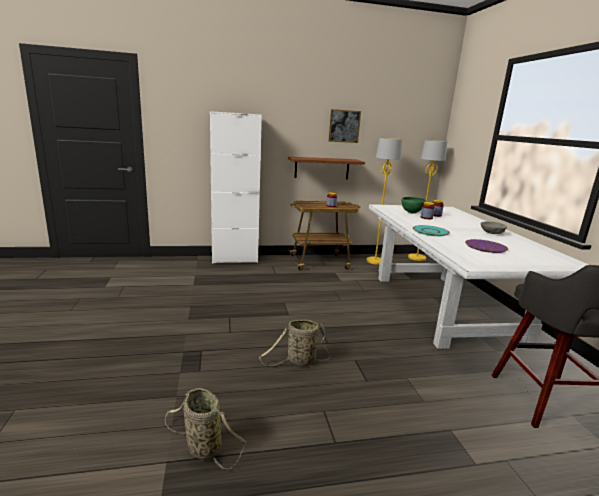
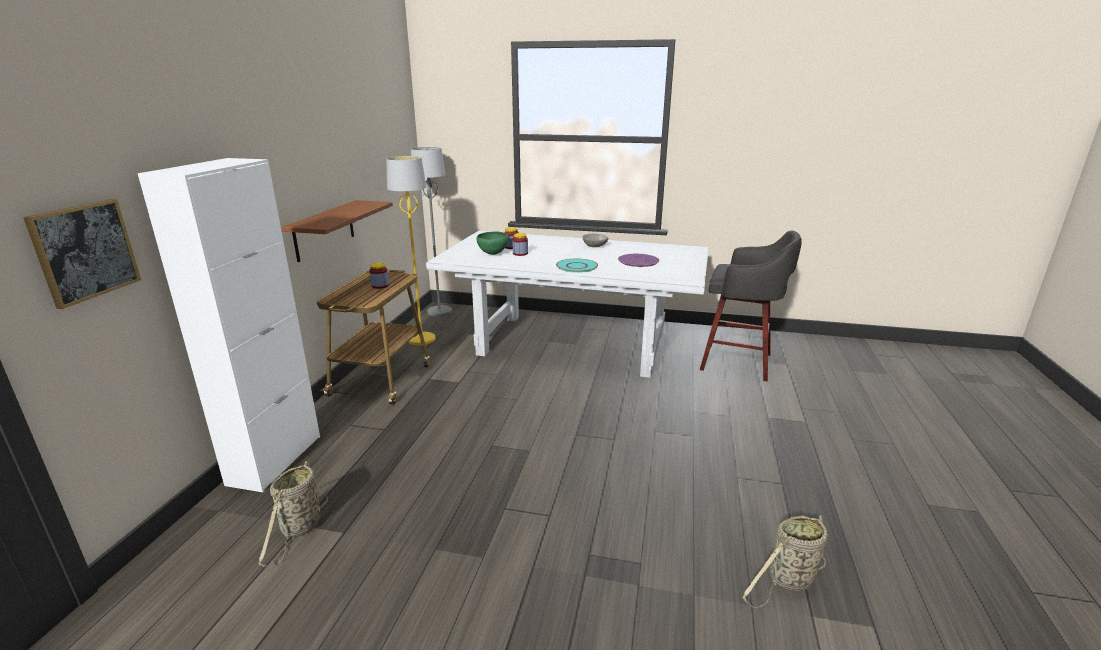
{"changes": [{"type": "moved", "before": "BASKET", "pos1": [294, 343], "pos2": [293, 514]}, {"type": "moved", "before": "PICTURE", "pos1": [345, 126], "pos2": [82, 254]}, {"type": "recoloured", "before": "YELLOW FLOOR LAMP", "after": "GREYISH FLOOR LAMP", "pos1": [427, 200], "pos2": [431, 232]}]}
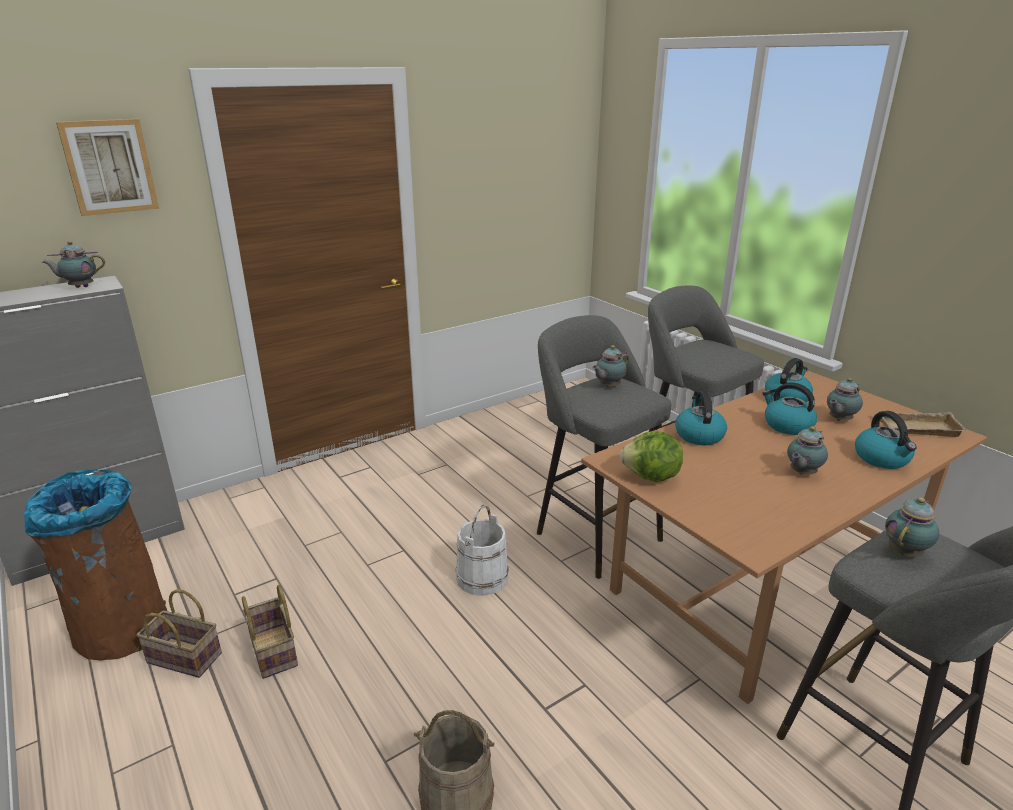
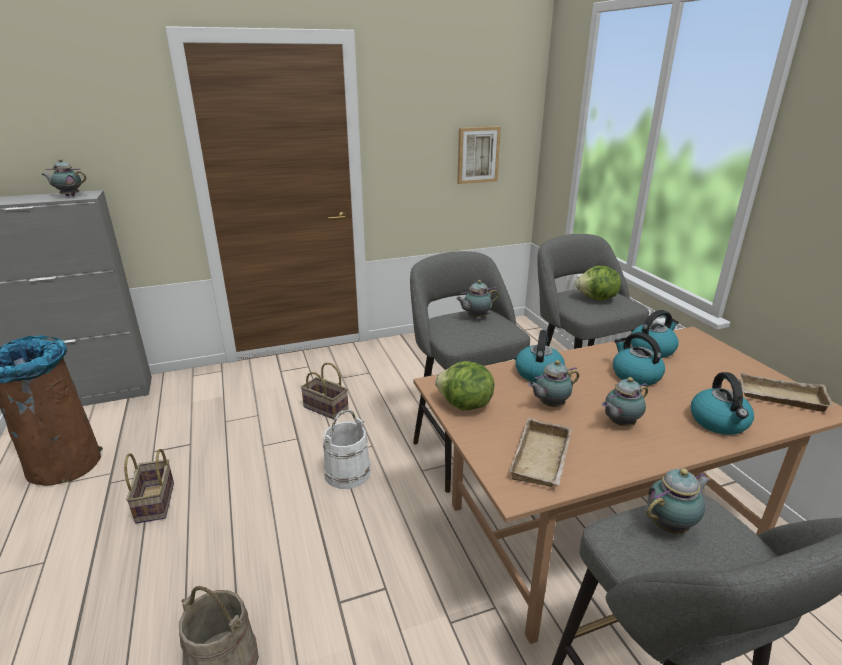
{"changes": [{"type": "moved", "before": "PICTURE", "pos1": [107, 167], "pos2": [479, 155]}, {"type": "moved", "before": "BASKET", "pos1": [179, 633], "pos2": [325, 391]}, {"type": "moved", "before": "TEA POT", "pos1": [845, 399], "pos2": [553, 383]}, {"type": "added", "after": "BEIGE SERVING TRAY", "pos2": [540, 452]}, {"type": "added", "after": "LETTUCE HEAD", "pos2": [598, 283]}]}
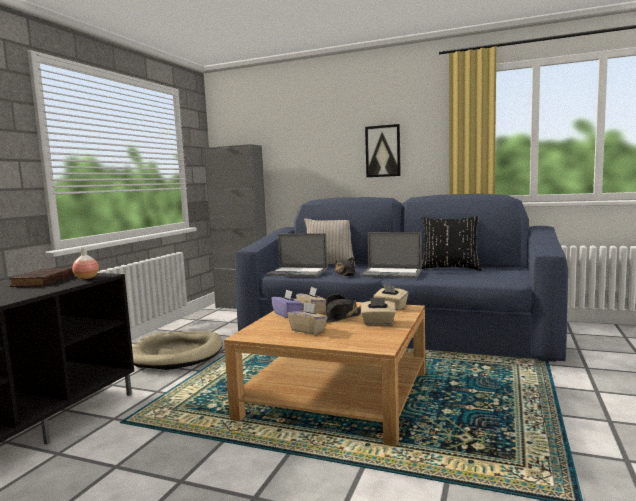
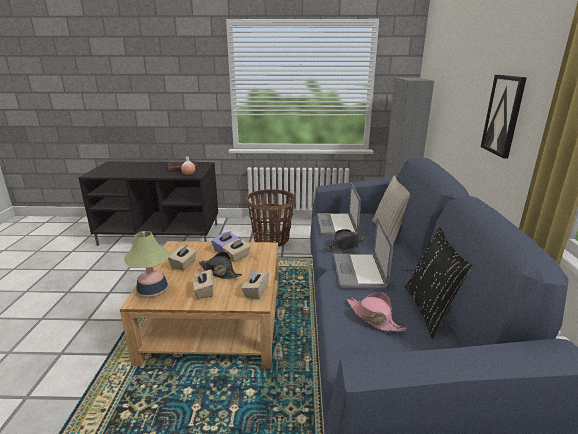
{"changes": [{"type": "replaced", "before": "BEIGE DOG BED", "after": "BASKET", "pos1": [177, 350], "pos2": [270, 218]}, {"type": "added", "after": "TABLE LAMP", "pos2": [147, 264]}, {"type": "added", "after": "PINKISH HAT", "pos2": [376, 312]}]}
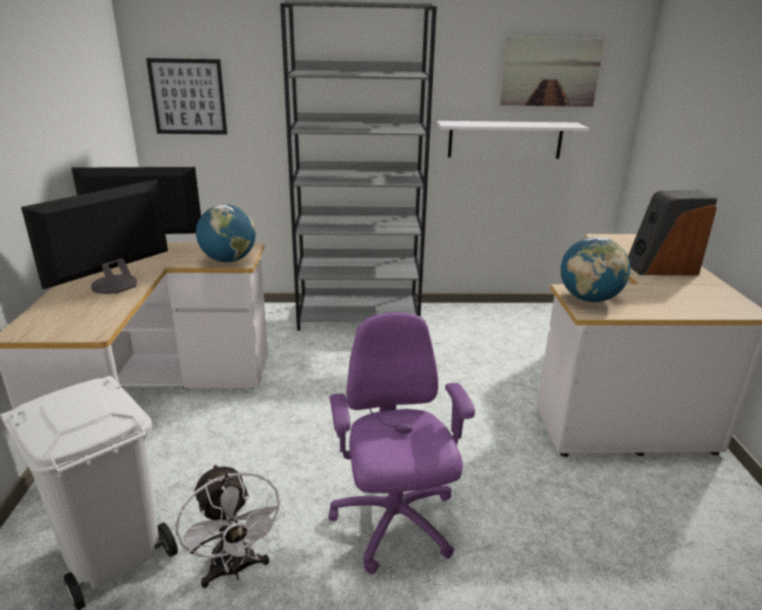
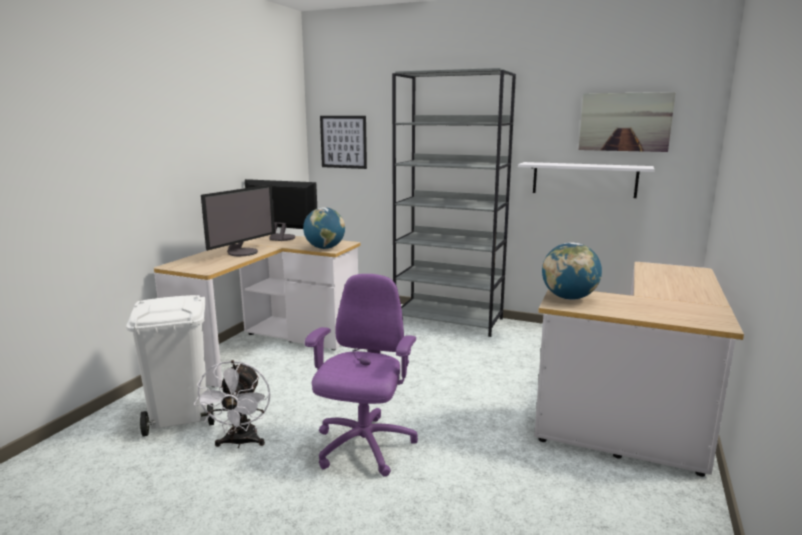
{"changes": [{"type": "turned", "before": "MONITOR", "pos1": [94, 236], "pos2": [238, 220], "turn": 150}, {"type": "removed", "before": "LOUDSPEAKER", "pos1": [672, 232]}]}
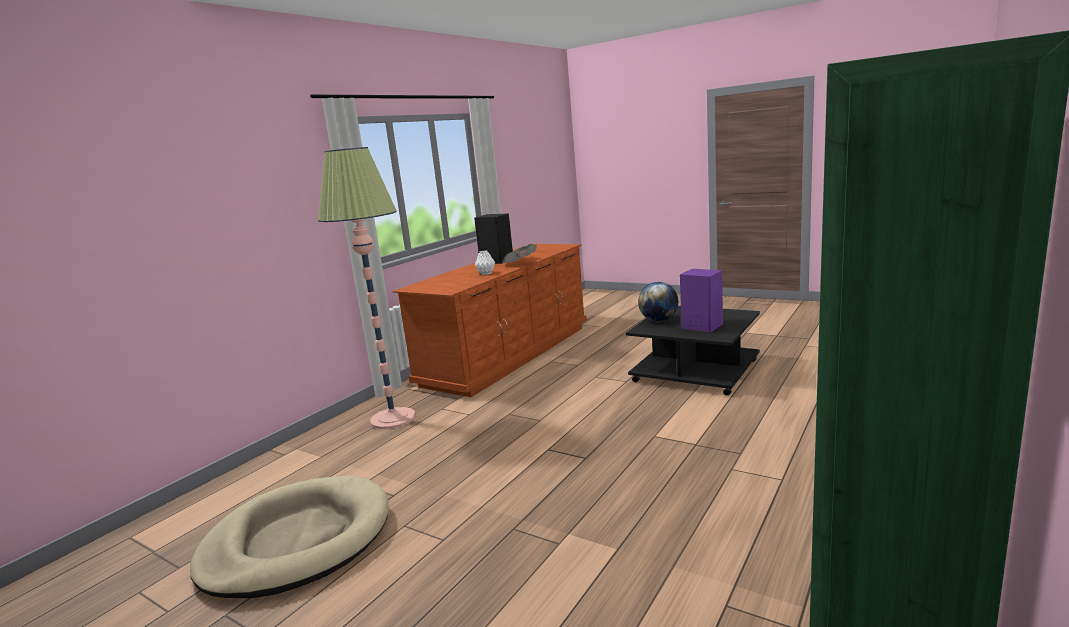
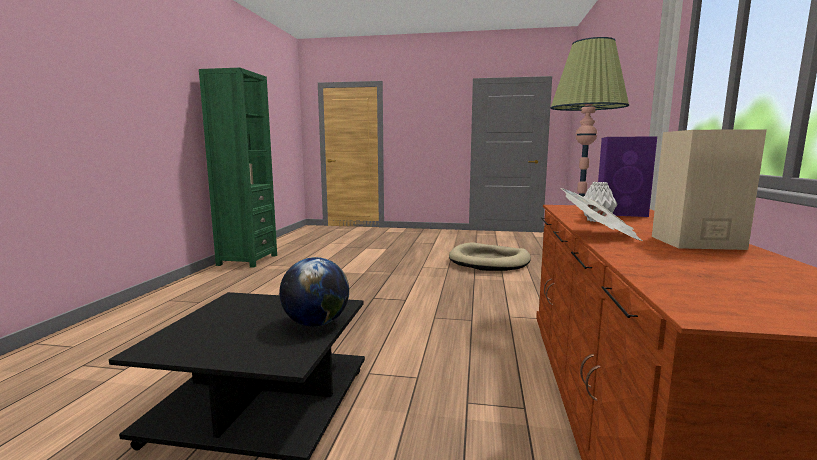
{"changes": [{"type": "recoloured", "before": "BLACK LOUDSPEAKER", "after": "BEIGE LOUDSPEAKER", "pos1": [493, 239], "pos2": [709, 189]}, {"type": "moved", "before": "PURPLE LOUDSPEAKER", "pos1": [701, 300], "pos2": [627, 176]}]}
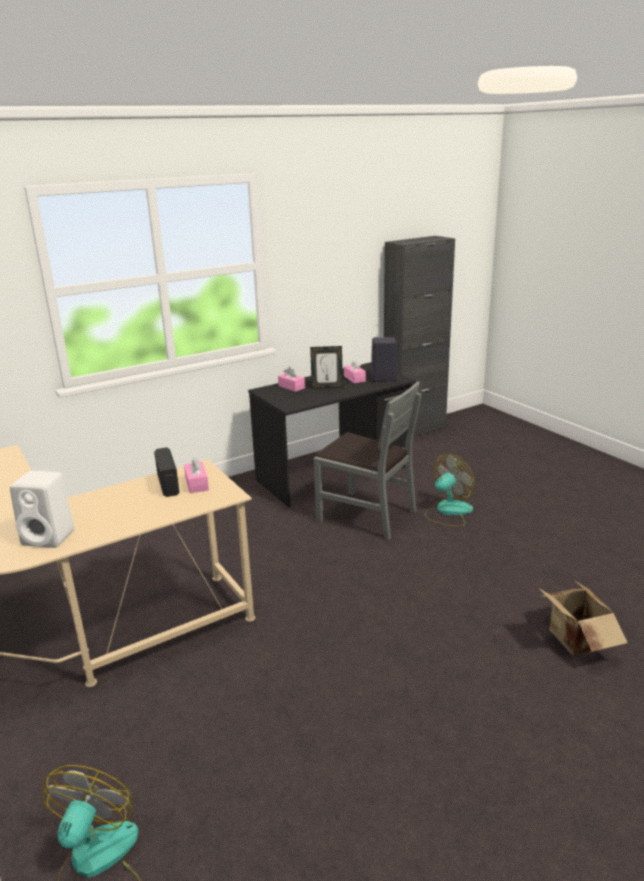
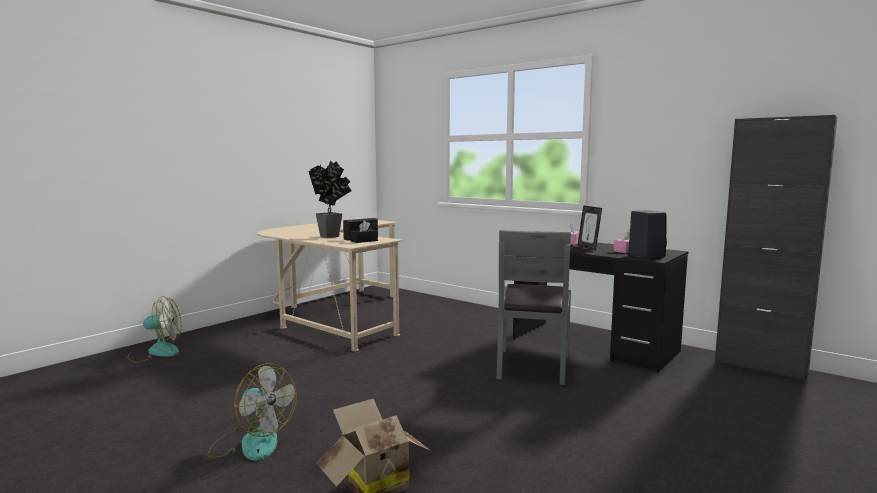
{"changes": [{"type": "removed", "before": "WHITE LOUDSPEAKER", "pos1": [42, 509]}, {"type": "recoloured", "before": "PINKISH BOX OF TISSUES", "after": "BLACK BOX OF TISSUES", "pos1": [196, 474], "pos2": [364, 231]}, {"type": "moved", "before": "FAN", "pos1": [450, 490], "pos2": [252, 412]}, {"type": "added", "after": "HOUSEPLANT", "pos2": [329, 199]}]}
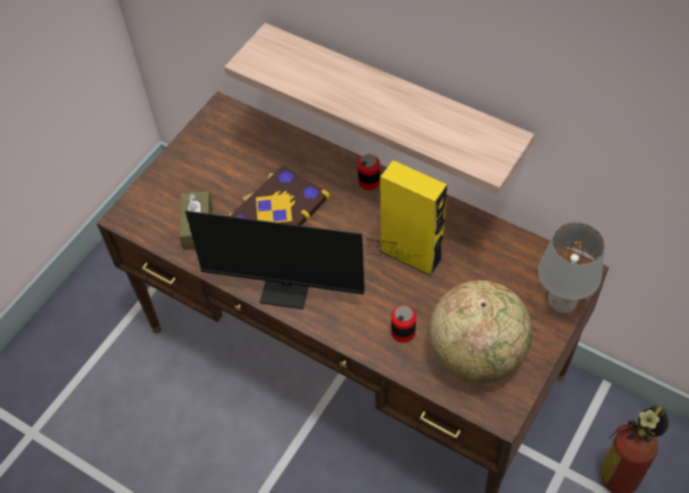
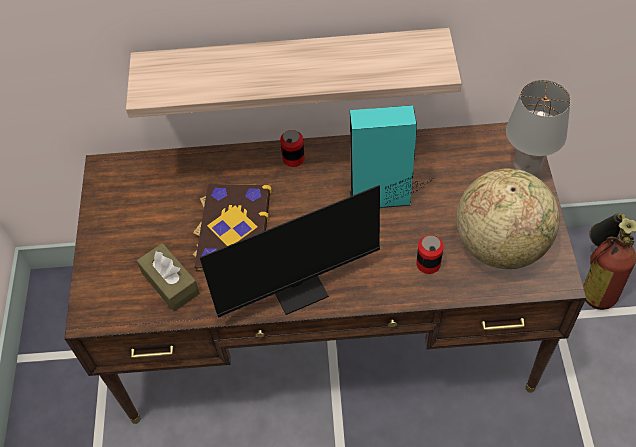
{"changes": [{"type": "recoloured", "before": "YELLOW LOUDSPEAKER", "after": "TURQUOISE-COLOURED LOUDSPEAKER", "pos1": [413, 218], "pos2": [383, 156]}]}
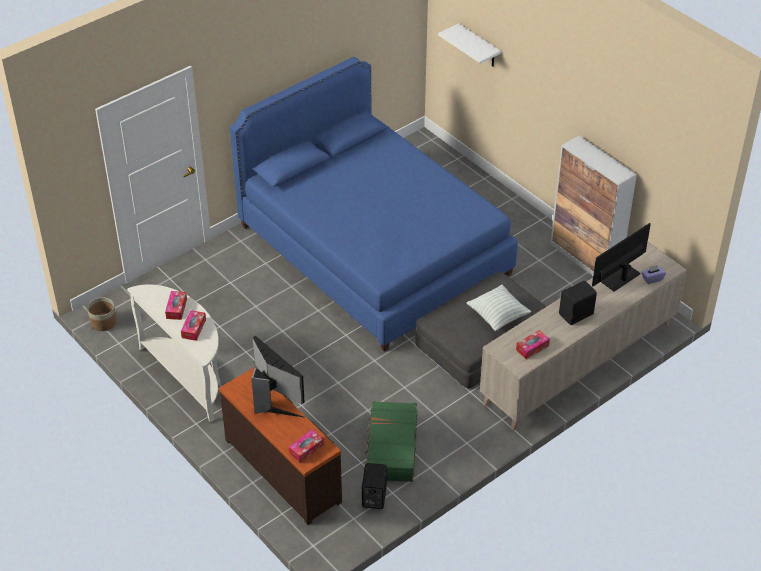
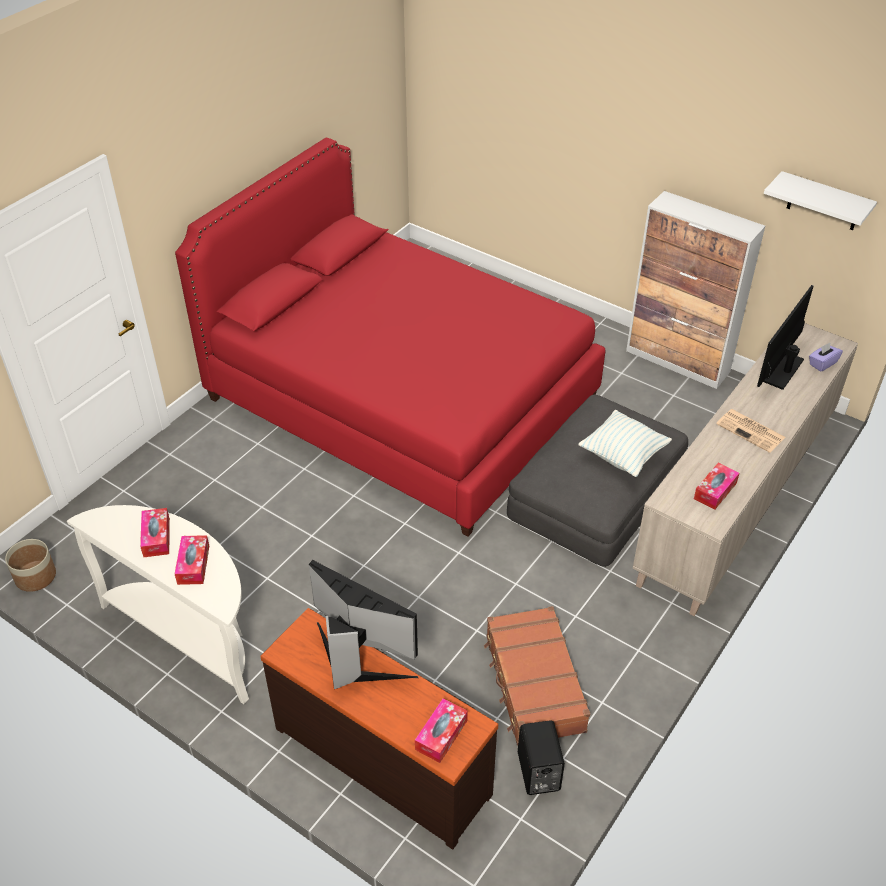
{"changes": [{"type": "recoloured", "before": "BLUISH BED", "after": "REDDISH BED", "pos1": [374, 204], "pos2": [390, 337]}, {"type": "recoloured", "before": "GREEN-COLOURED TRAVEL CASE", "after": "BROWN-COLOURED TRAVEL CASE", "pos1": [390, 441], "pos2": [537, 675]}, {"type": "moved", "before": "WHITE WALL SHELF", "pos1": [469, 45], "pos2": [820, 200]}, {"type": "replaced", "before": "BLACK LOUDSPEAKER", "after": "NEWSPAPER", "pos1": [578, 303], "pos2": [750, 431]}]}
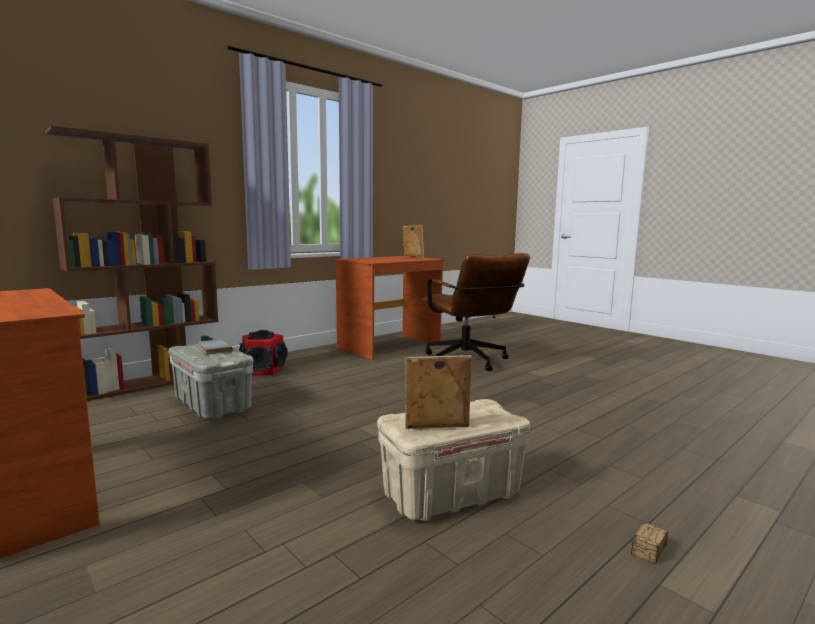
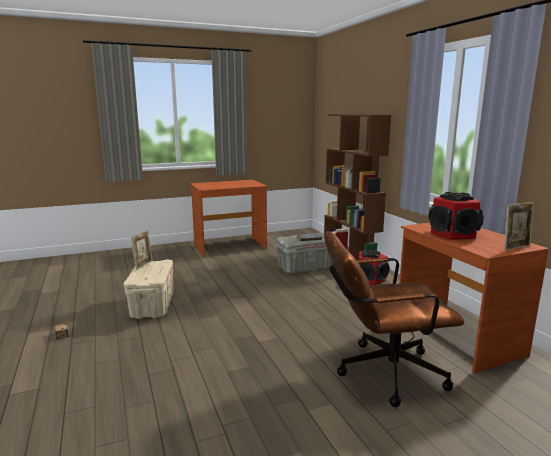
{"changes": [{"type": "added", "after": "LOUDSPEAKER", "pos2": [456, 216]}]}
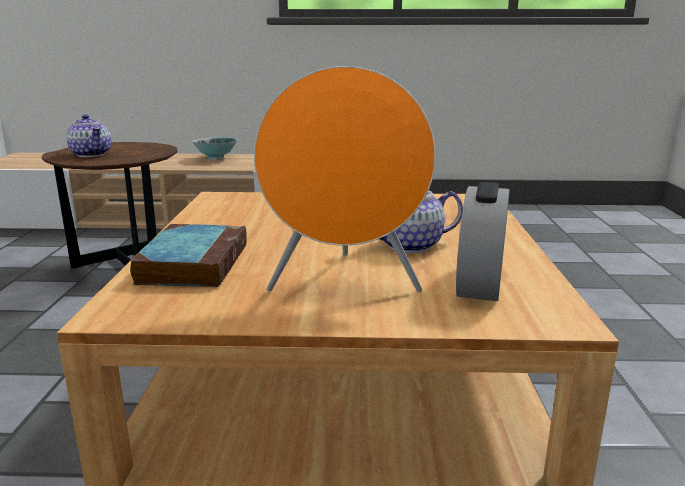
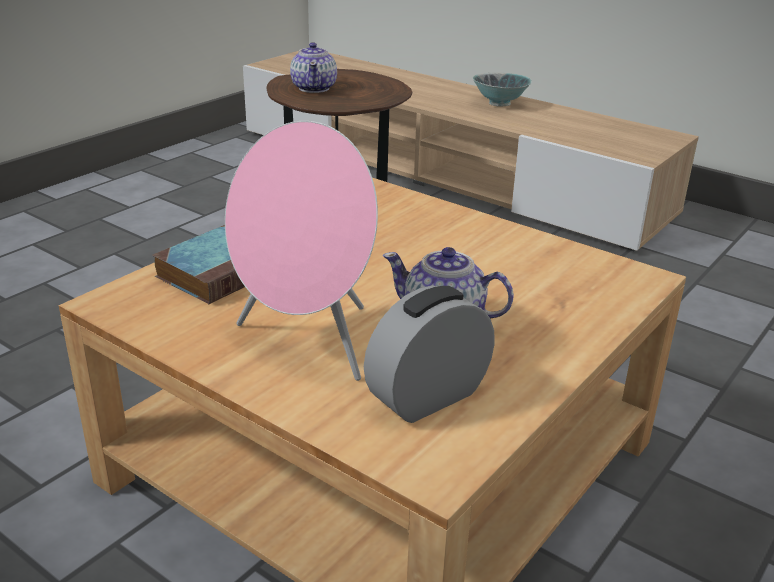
{"changes": [{"type": "recoloured", "before": "ORANGEY LOUDSPEAKER", "after": "PINKISH LOUDSPEAKER", "pos1": [345, 179], "pos2": [301, 251]}]}
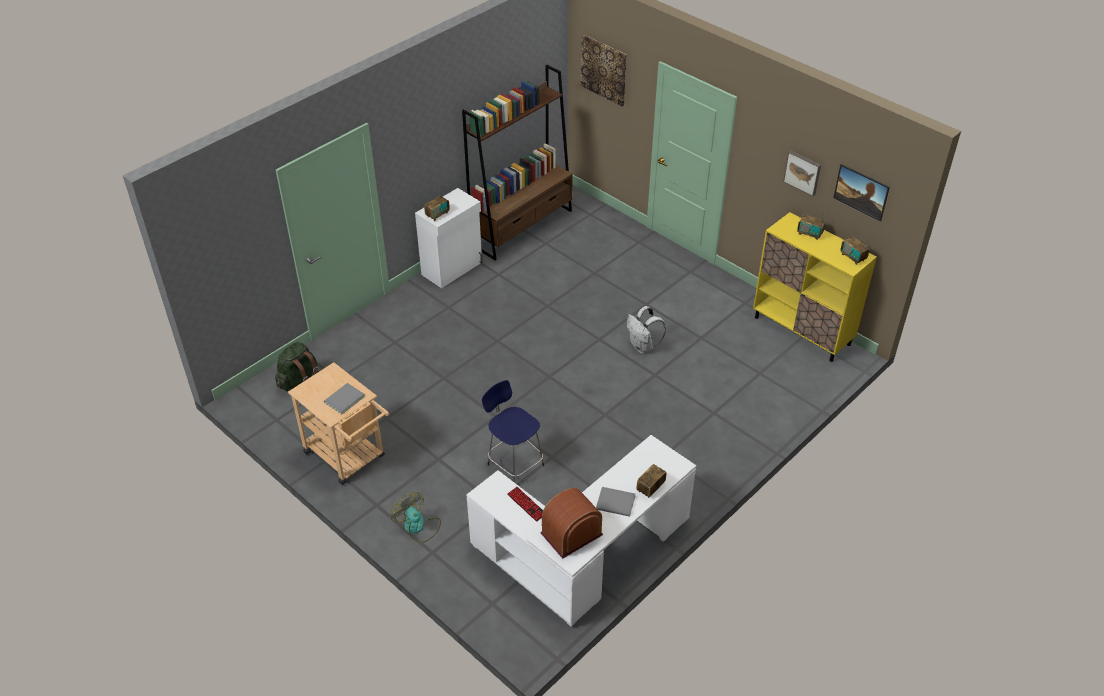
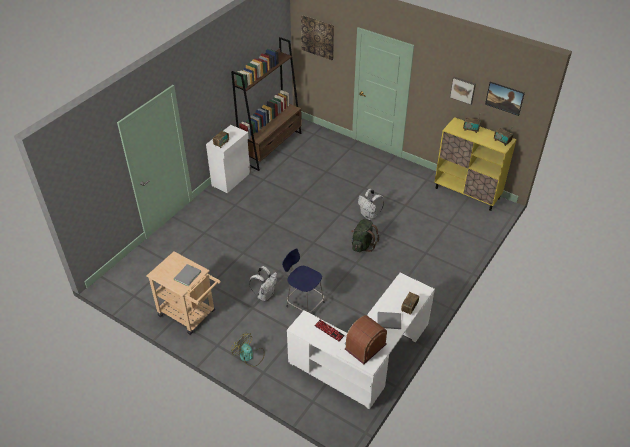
{"changes": [{"type": "moved", "before": "GREEN-COLOURED BACKPACK", "pos1": [297, 366], "pos2": [365, 235]}, {"type": "added", "after": "WHITE BACKPACK", "pos2": [263, 283]}]}
